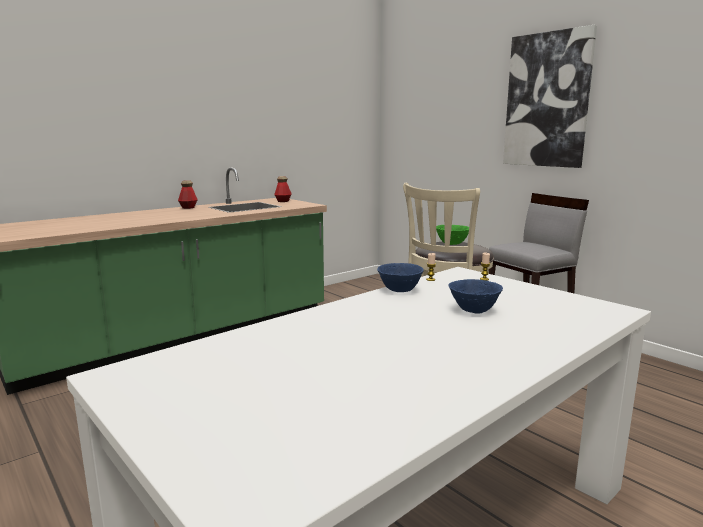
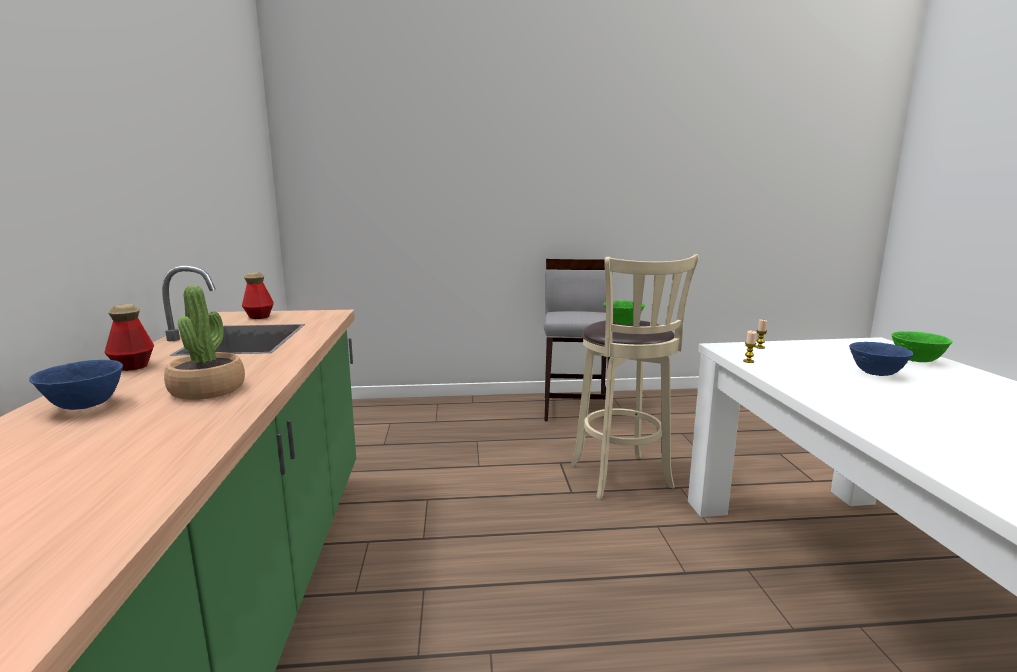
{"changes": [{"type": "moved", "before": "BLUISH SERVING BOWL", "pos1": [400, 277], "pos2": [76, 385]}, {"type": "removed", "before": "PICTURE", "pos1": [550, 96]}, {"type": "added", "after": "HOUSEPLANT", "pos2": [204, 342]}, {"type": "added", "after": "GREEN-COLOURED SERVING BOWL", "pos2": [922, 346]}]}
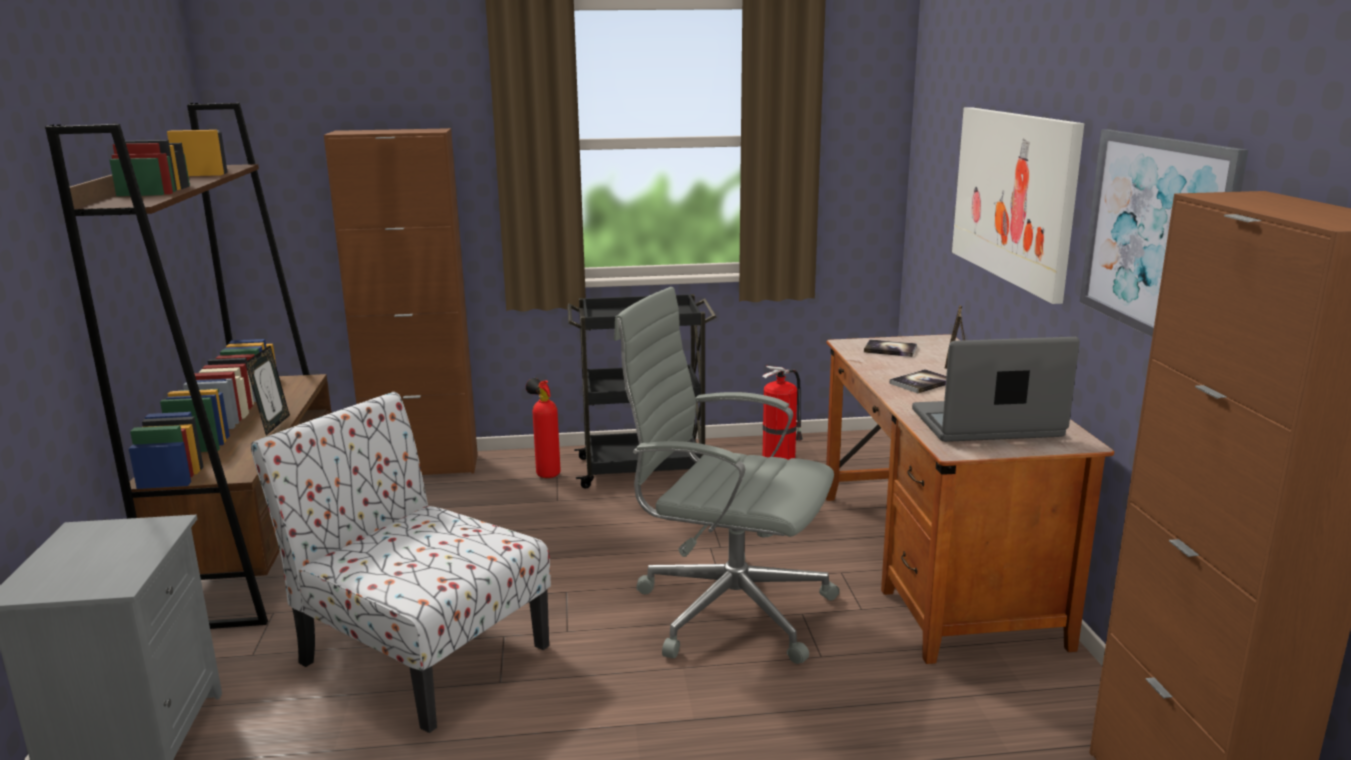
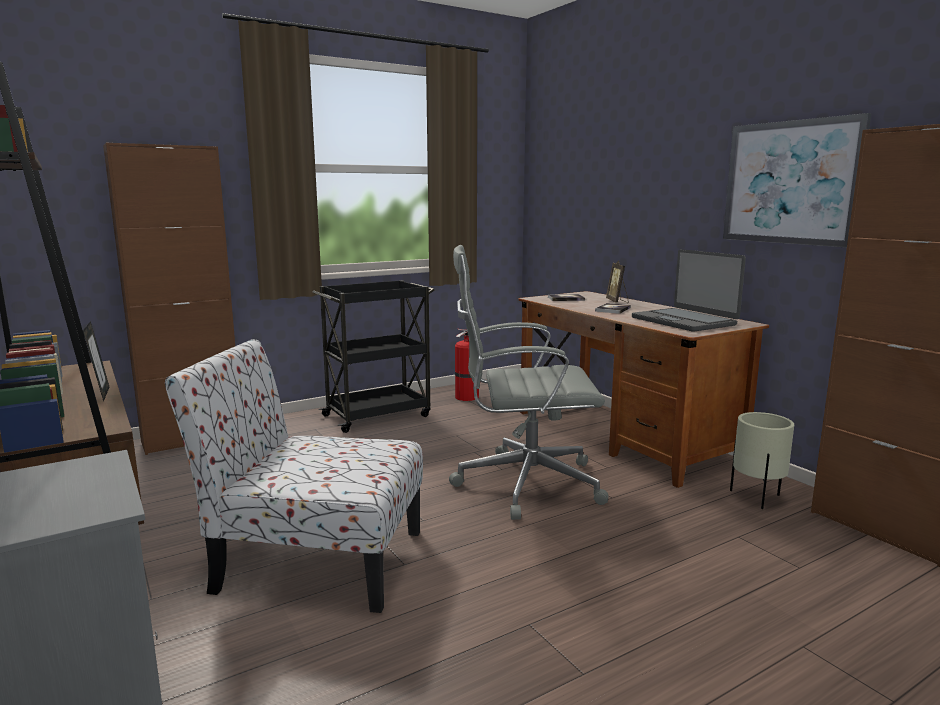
{"changes": [{"type": "removed", "before": "FIRE-FIGHTING CYLINDER", "pos1": [543, 428]}, {"type": "turned", "before": "LAPTOP", "pos1": [996, 389], "pos2": [689, 290], "turn": -90}, {"type": "removed", "before": "PICTURE", "pos1": [1018, 205]}, {"type": "added", "after": "BEIGE PLANTER", "pos2": [762, 460]}]}
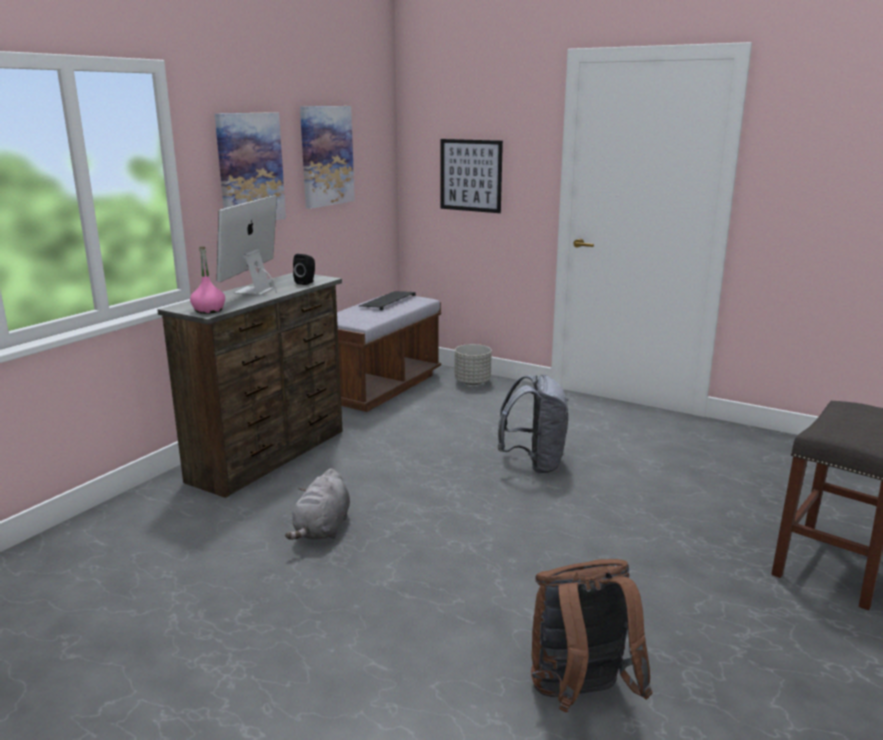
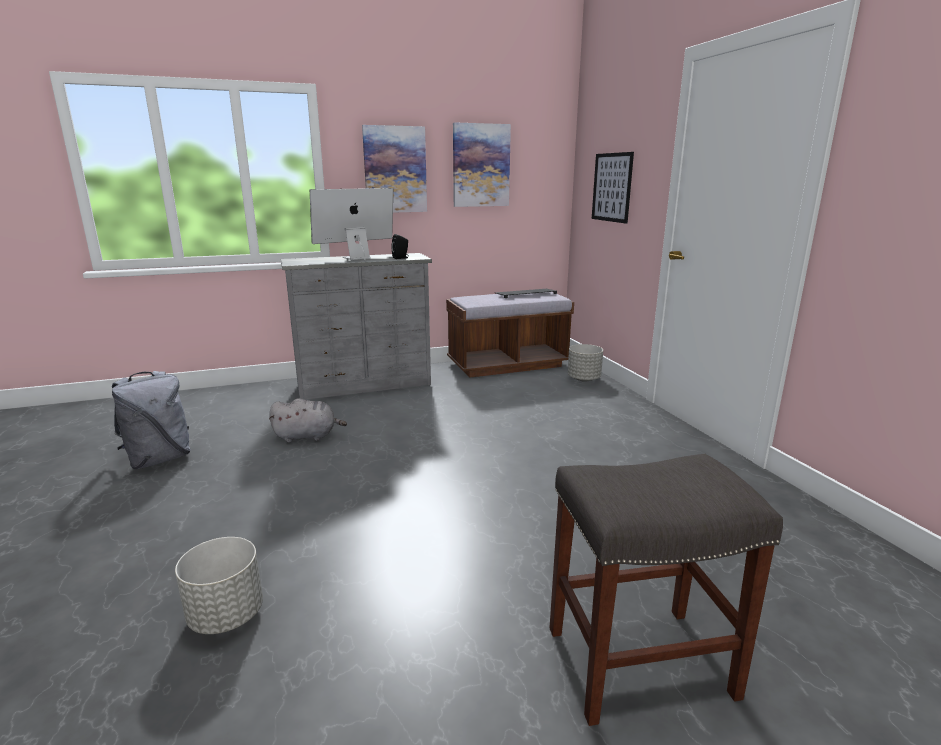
{"changes": [{"type": "recoloured", "before": "BROWN-COLOURED CHEST OF DRAWERS", "after": "GREYISH CHEST OF DRAWERS", "pos1": [250, 385], "pos2": [356, 326]}, {"type": "removed", "before": "PINKISH BEVERAGE BOTTLE", "pos1": [207, 280]}, {"type": "turned", "before": "GREYISH CUDDLY TOY", "pos1": [317, 504], "pos2": [308, 420], "turn": -150}, {"type": "moved", "before": "GREYISH BACKPACK", "pos1": [533, 424], "pos2": [151, 420]}, {"type": "replaced", "before": "BROWN-COLOURED BACKPACK", "after": "GREYISH PLANTER", "pos1": [591, 636], "pos2": [219, 585]}]}
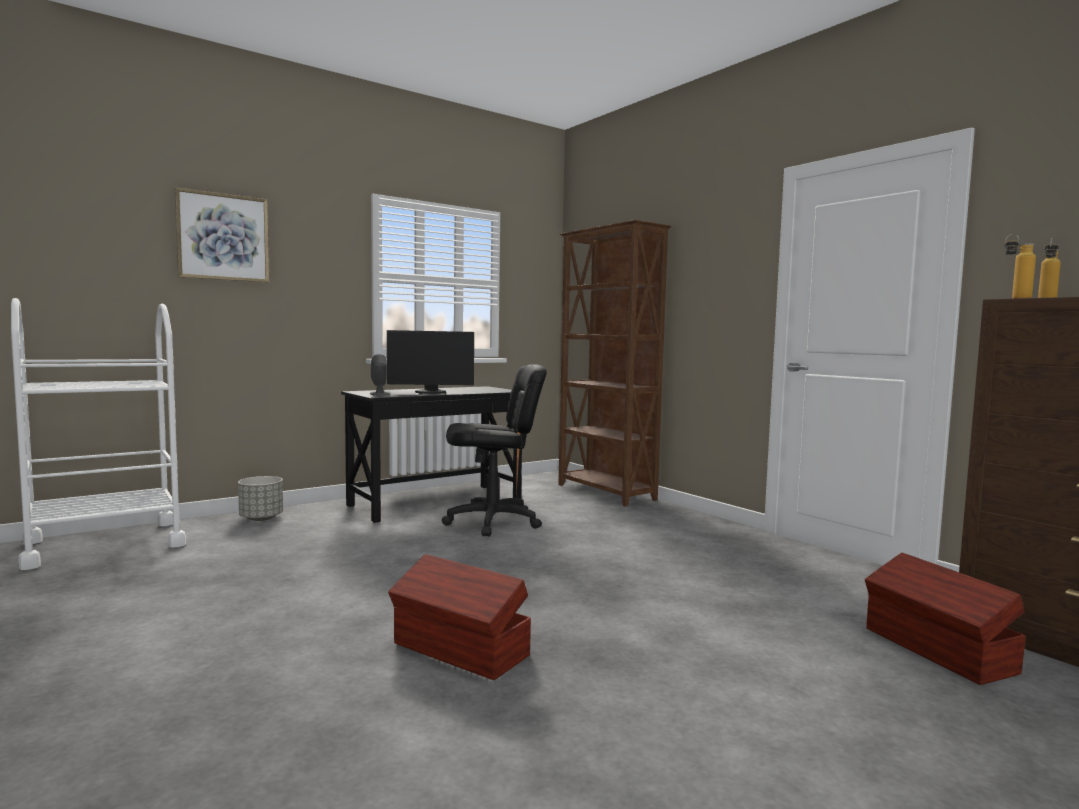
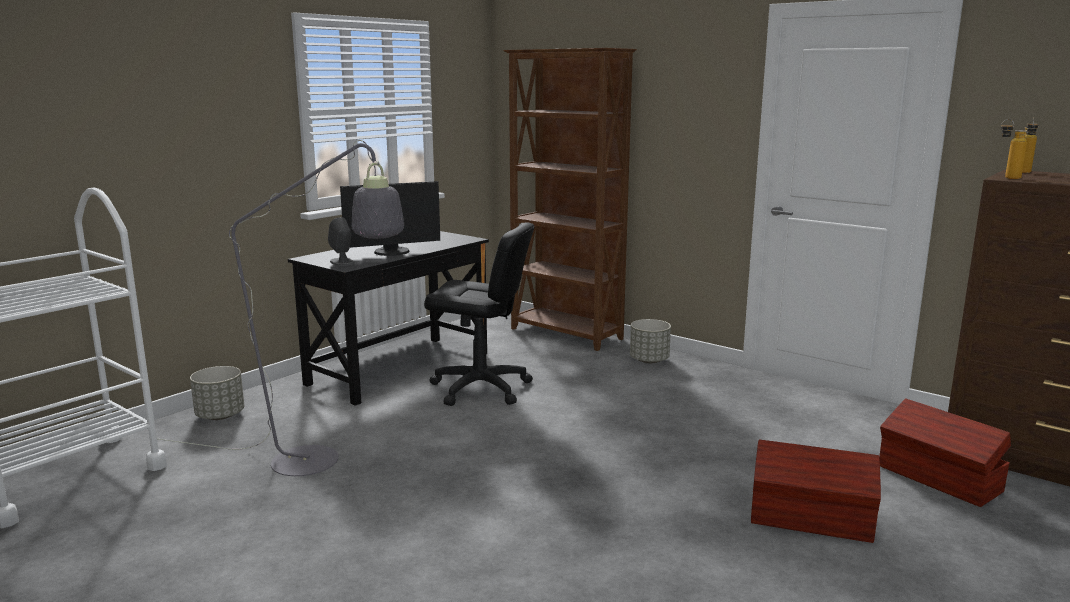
{"changes": [{"type": "removed", "before": "PICTURE", "pos1": [222, 235]}, {"type": "moved", "before": "BROWN-COLOURED STORAGE BOX", "pos1": [459, 617], "pos2": [816, 491]}, {"type": "turned", "before": "BLACK DESK CHAIR", "pos1": [494, 450], "pos2": [479, 314], "turn": 45}, {"type": "added", "after": "GREYISH FLOOR LAMP", "pos2": [281, 308]}, {"type": "added", "after": "GREYISH PLANTER", "pos2": [650, 341]}]}
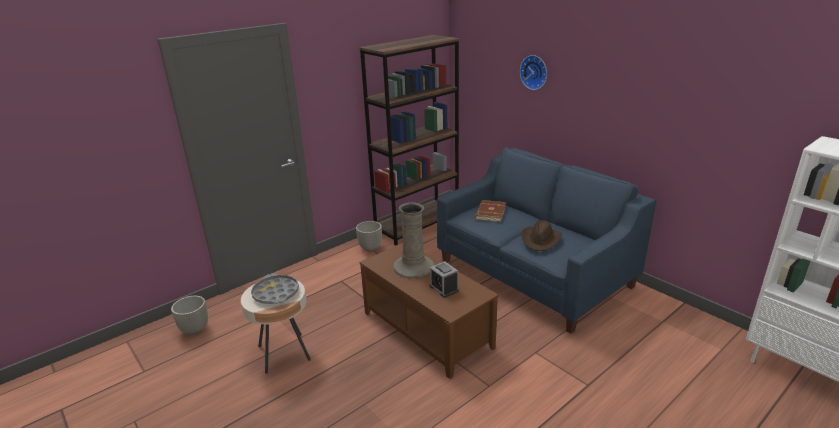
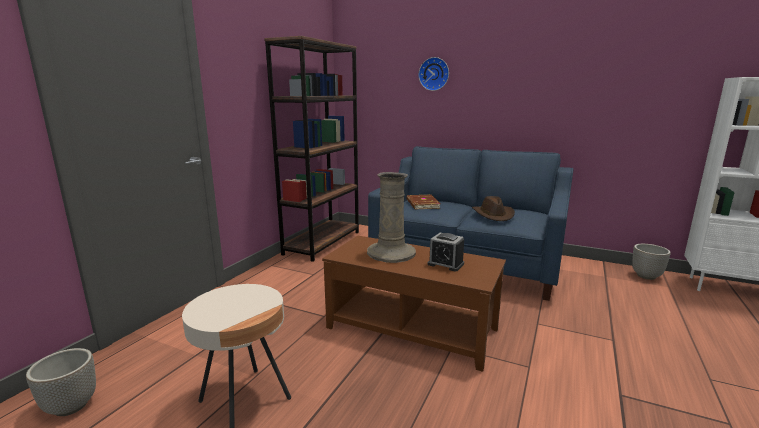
{"changes": [{"type": "removed", "before": "GREYISH SERVING TRAY", "pos1": [275, 288]}, {"type": "moved", "before": "PLANTER", "pos1": [369, 236], "pos2": [651, 262]}]}
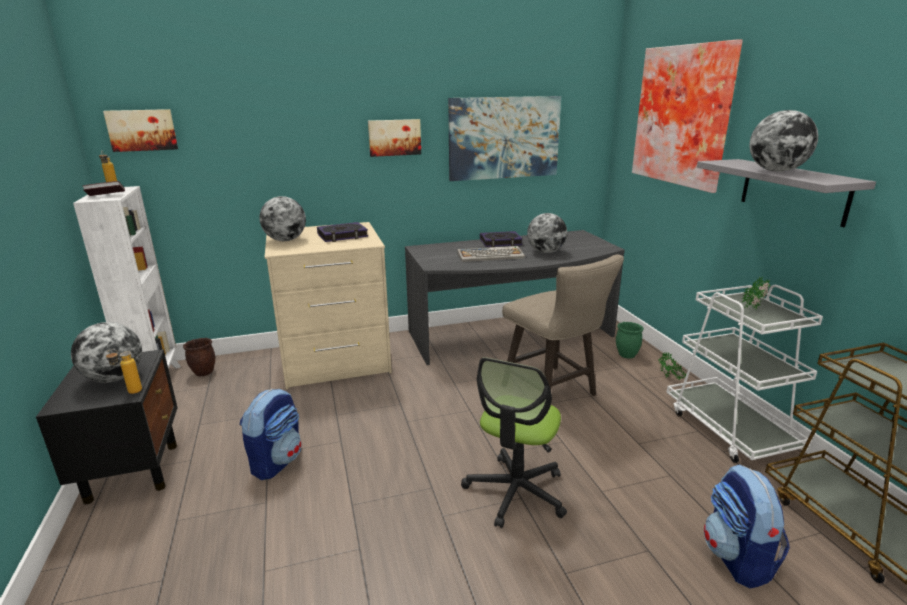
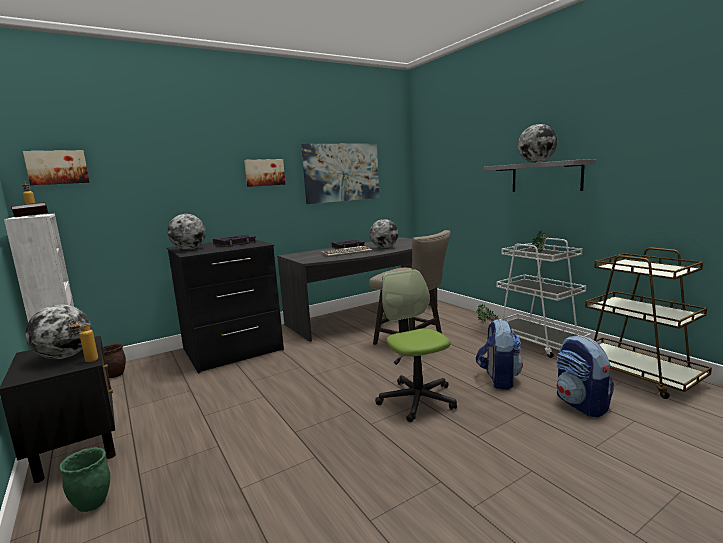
{"changes": [{"type": "moved", "before": "BACKPACK", "pos1": [270, 434], "pos2": [499, 354]}, {"type": "recoloured", "before": "BEIGE CHEST OF DRAWERS", "after": "BLACK CHEST OF DRAWERS", "pos1": [328, 305], "pos2": [225, 306]}, {"type": "turned", "before": "DESK CHAIR", "pos1": [514, 442], "pos2": [416, 345], "turn": 150}, {"type": "moved", "before": "GREEN-COLOURED PLANTER", "pos1": [630, 340], "pos2": [85, 479]}, {"type": "removed", "before": "PICTURE", "pos1": [687, 116]}]}
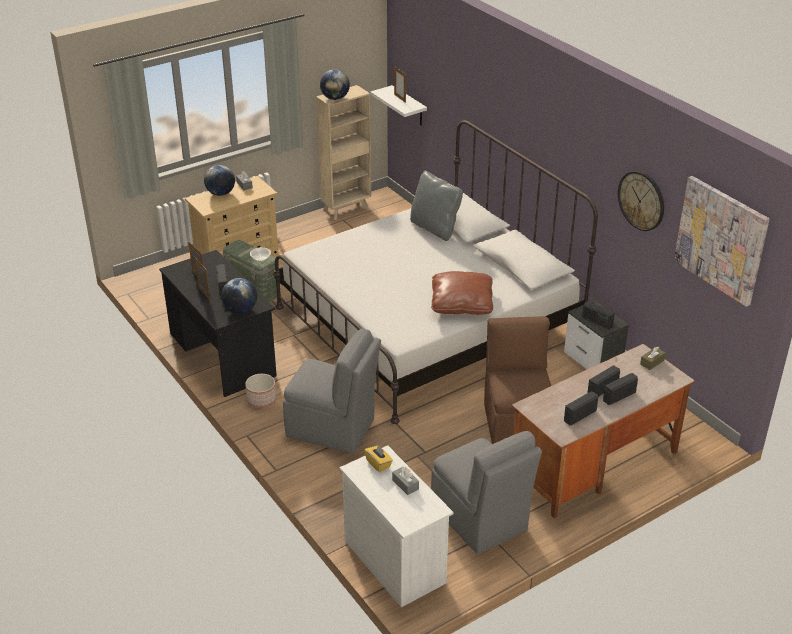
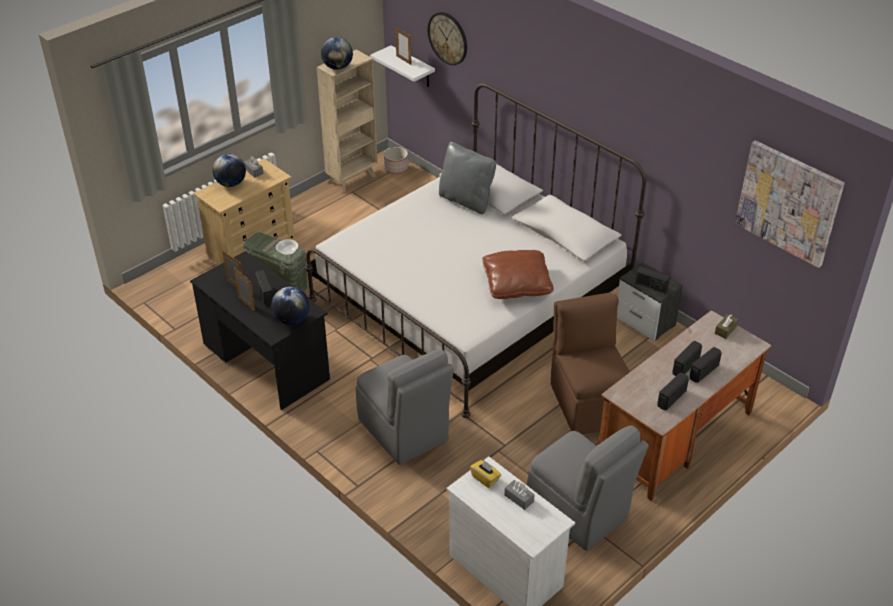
{"changes": [{"type": "moved", "before": "PLANTER", "pos1": [260, 391], "pos2": [396, 161]}, {"type": "turned", "before": "GREYISH CHAIR", "pos1": [332, 391], "pos2": [405, 407], "turn": 45}, {"type": "moved", "before": "HANGING CLOCK", "pos1": [641, 201], "pos2": [447, 38]}]}
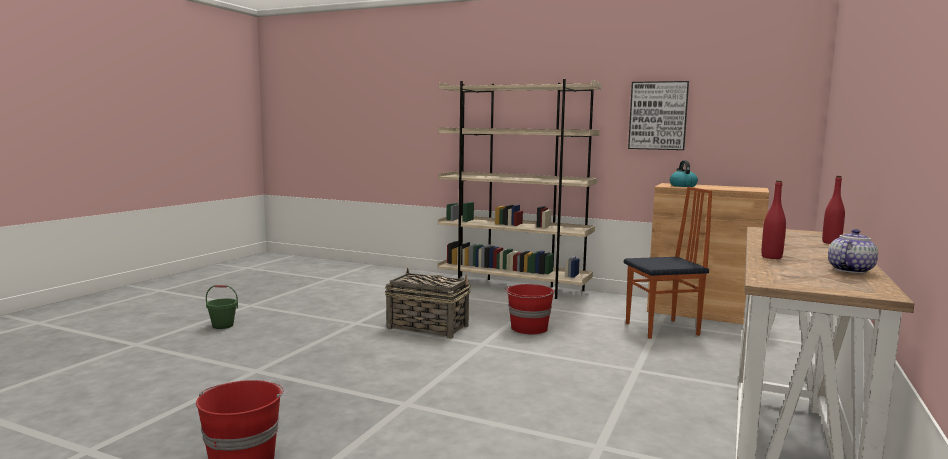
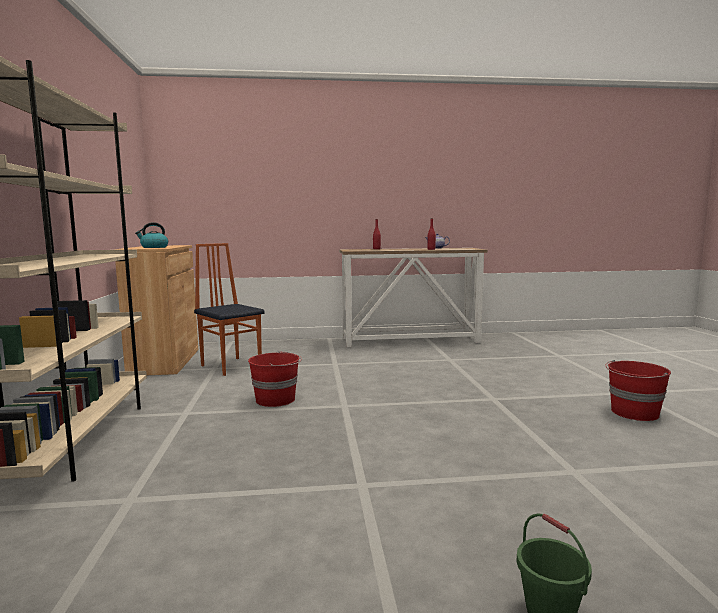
{"changes": [{"type": "removed", "before": "BASKET", "pos1": [428, 303]}, {"type": "removed", "before": "PICTURE", "pos1": [658, 115]}]}
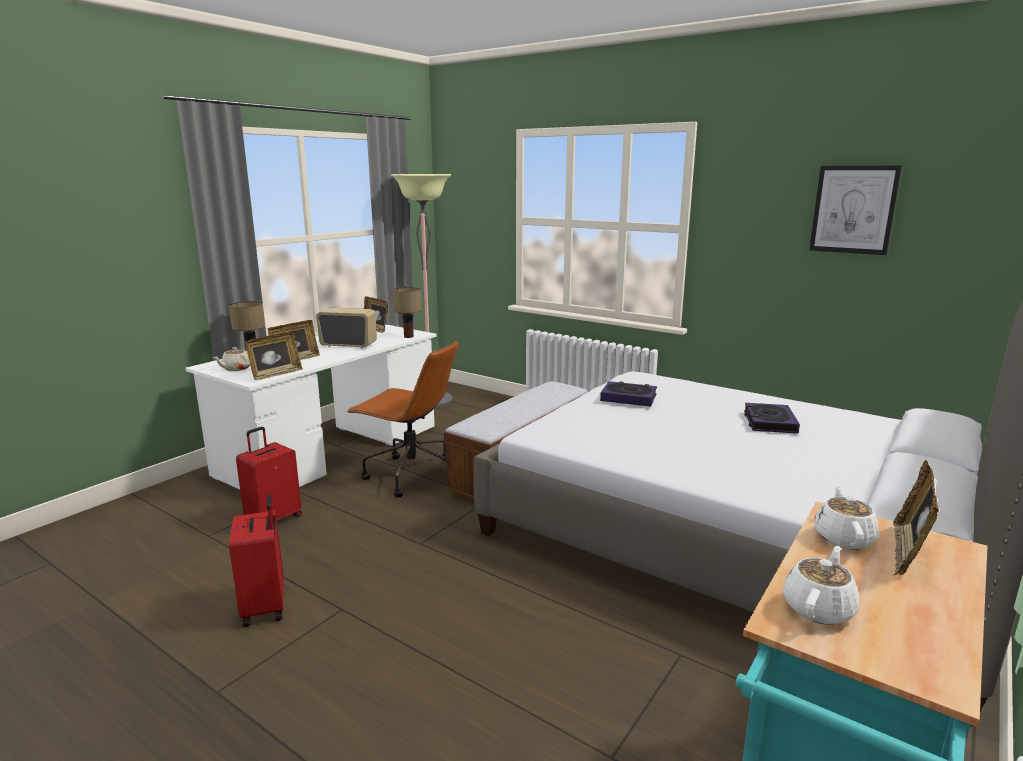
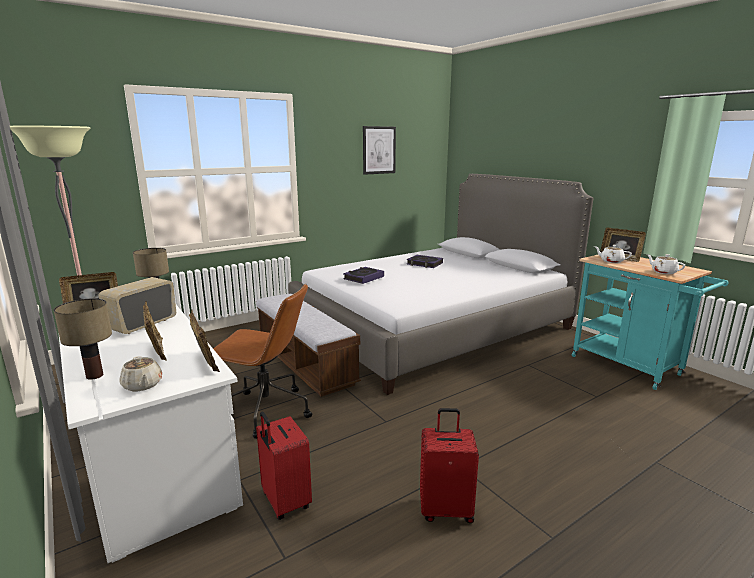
{"changes": [{"type": "turned", "before": "BROWN-COLOURED DESK CHAIR", "pos1": [402, 419], "pos2": [262, 361], "turn": 60}]}
